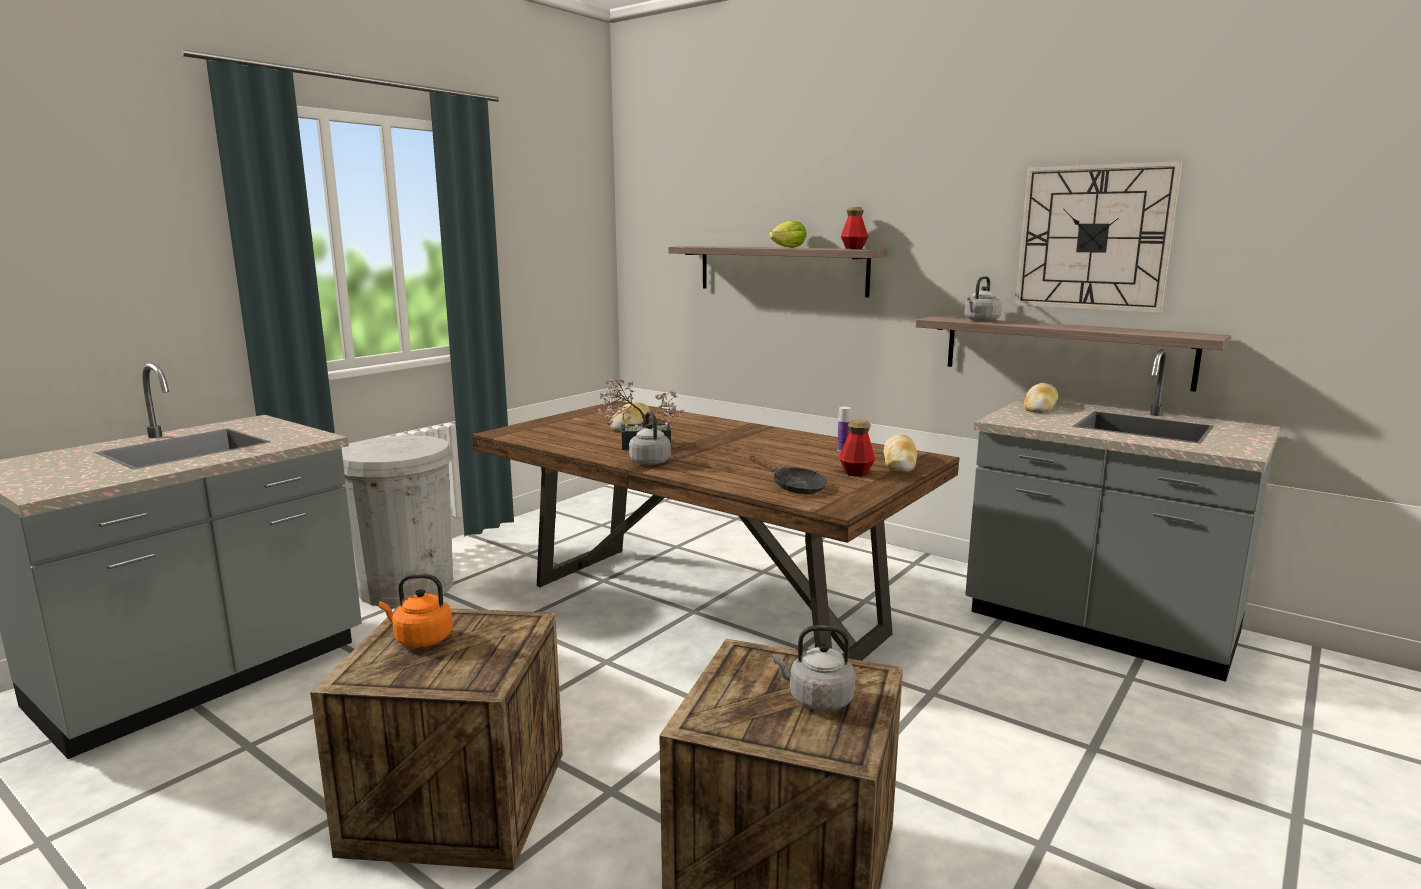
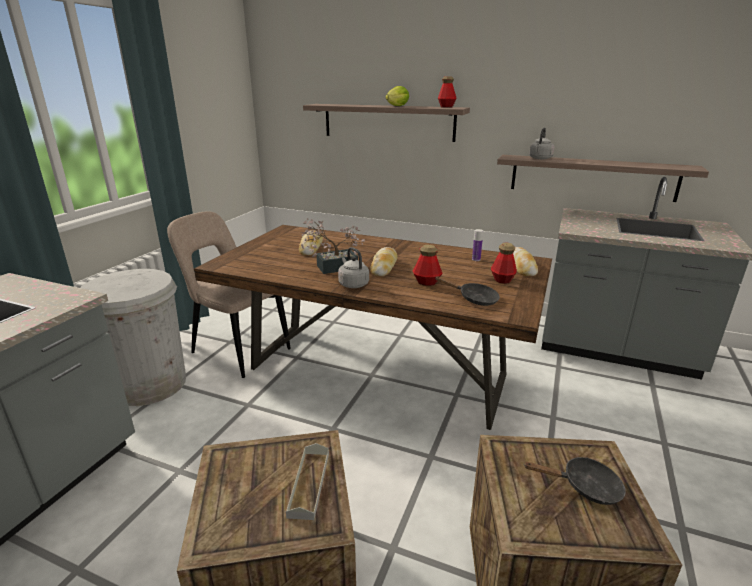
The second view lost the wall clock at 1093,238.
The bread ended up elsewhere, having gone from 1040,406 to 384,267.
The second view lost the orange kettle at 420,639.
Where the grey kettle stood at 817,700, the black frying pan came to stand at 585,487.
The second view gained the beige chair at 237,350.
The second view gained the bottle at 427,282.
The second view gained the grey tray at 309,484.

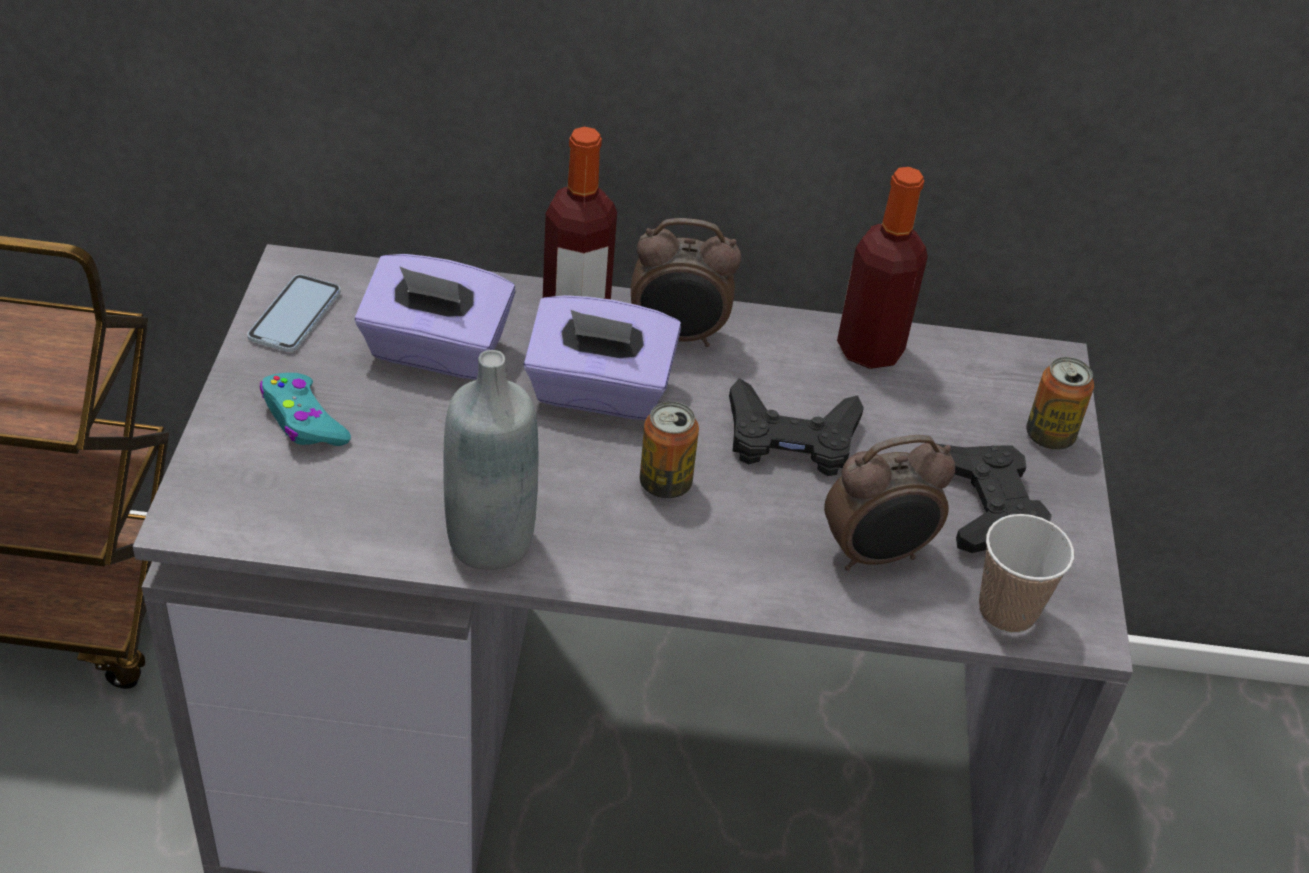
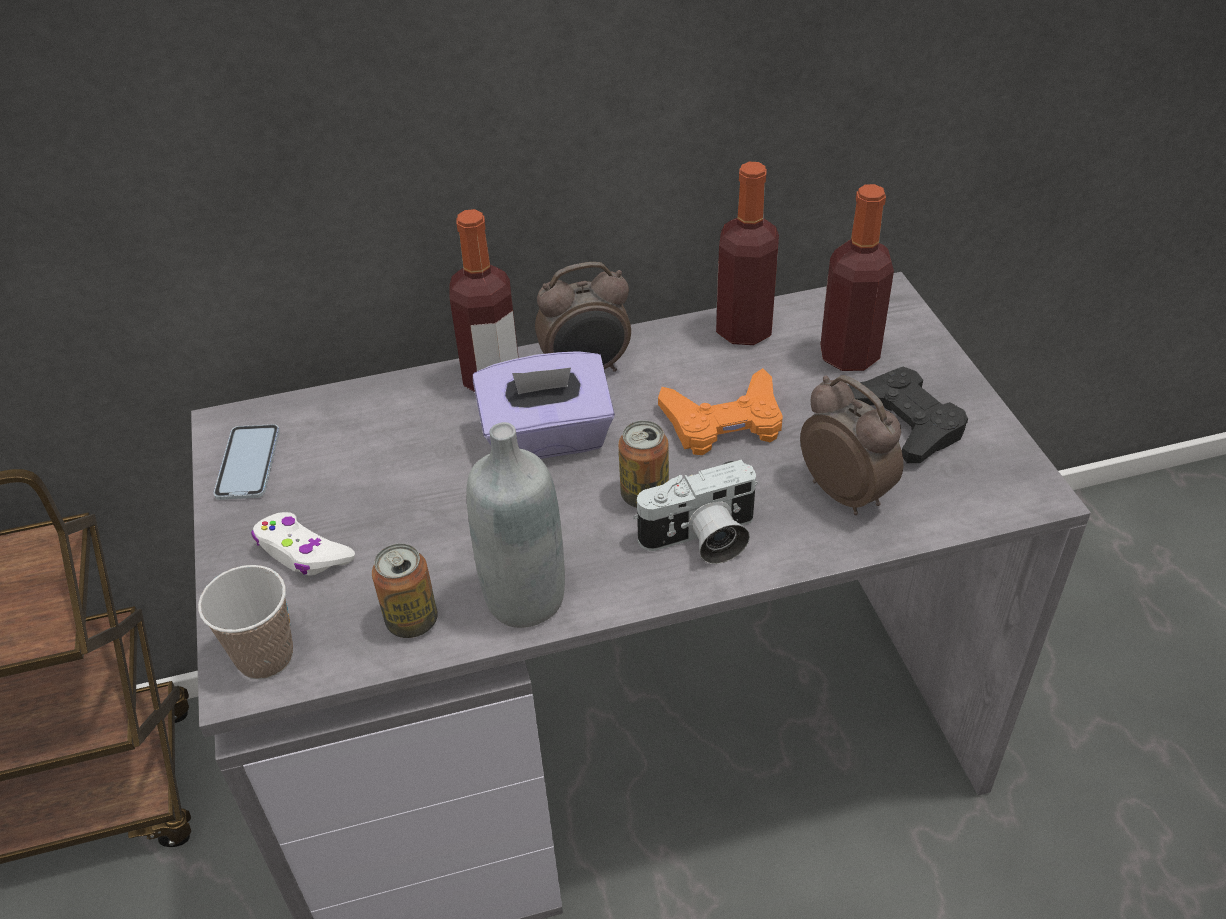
The second view lost the purple tissue box at 435,351.
The can ended up elsewhere, having gone from 1049,436 to 412,620.
What was the turquoise game controller at 303,420 turned into the white game controller at 303,553.
What was the black game controller at 791,439 turned into the orange game controller at 724,422.
The alarm clock at 877,555 ended up facing another way, 90 degrees counterclockwise from before.
The cup ended up elsewhere, having gone from 1007,611 to 265,657.
The second view gained the bottle at 849,355.
The second view gained the photo camera at 702,540.

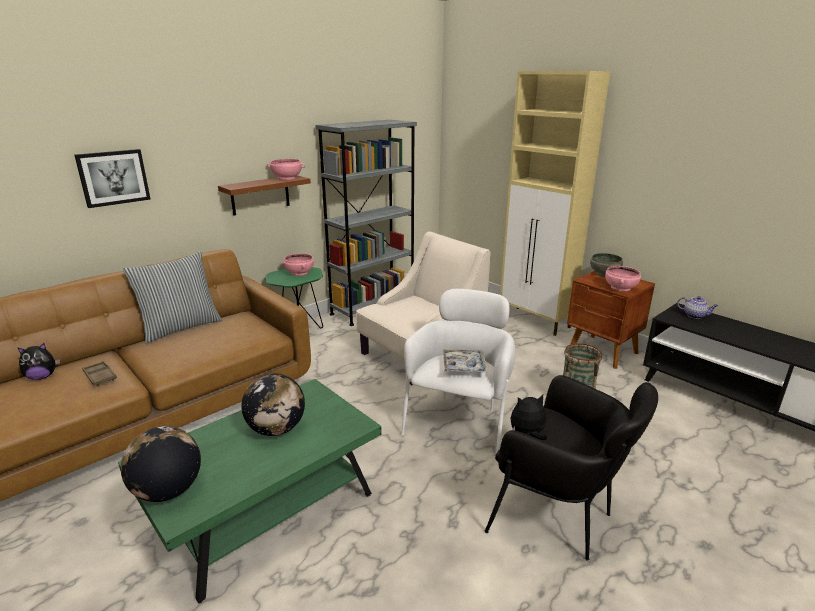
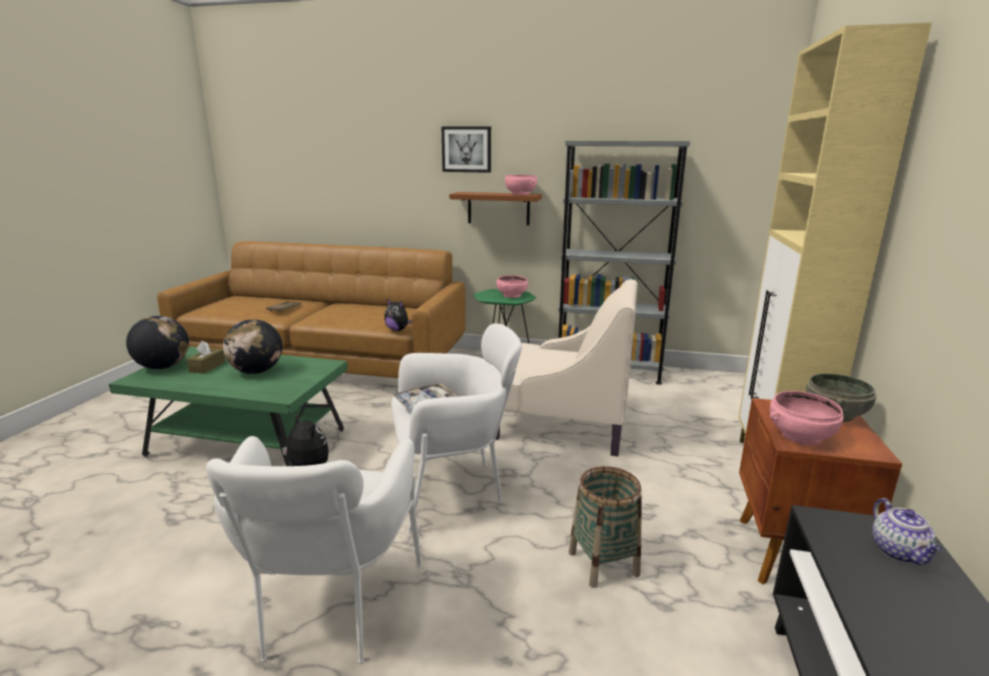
The picture ended up elsewhere, having gone from 113,177 to 466,149.
The second view lost the pillow at 180,327.
The plush toy ended up elsewhere, having gone from 42,377 to 398,330.
What was the black armchair at 558,517 turned into the white armchair at 329,613.
The second view gained the brown tissue box at 207,367.

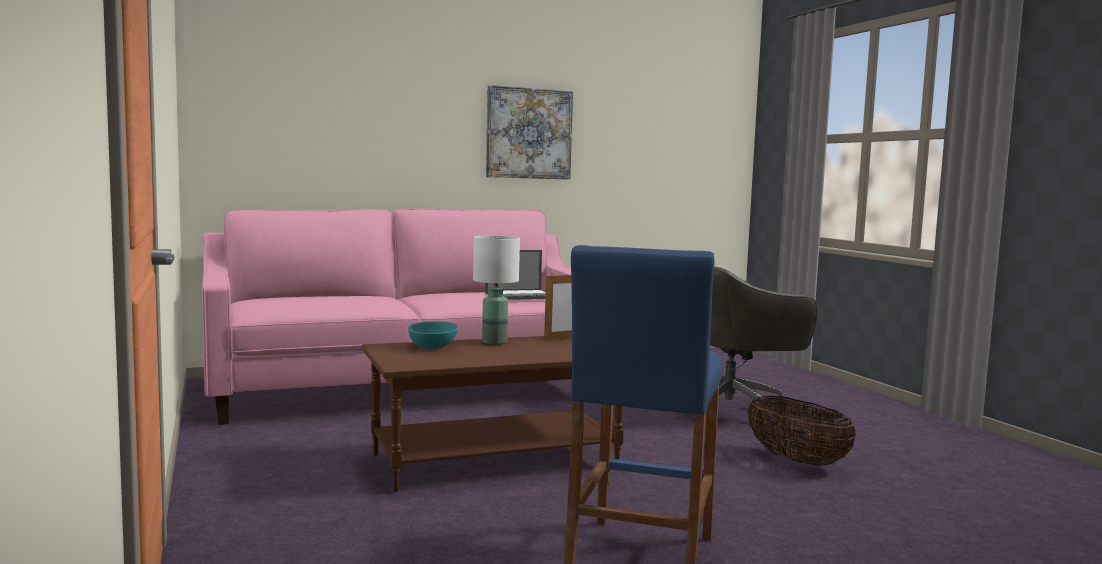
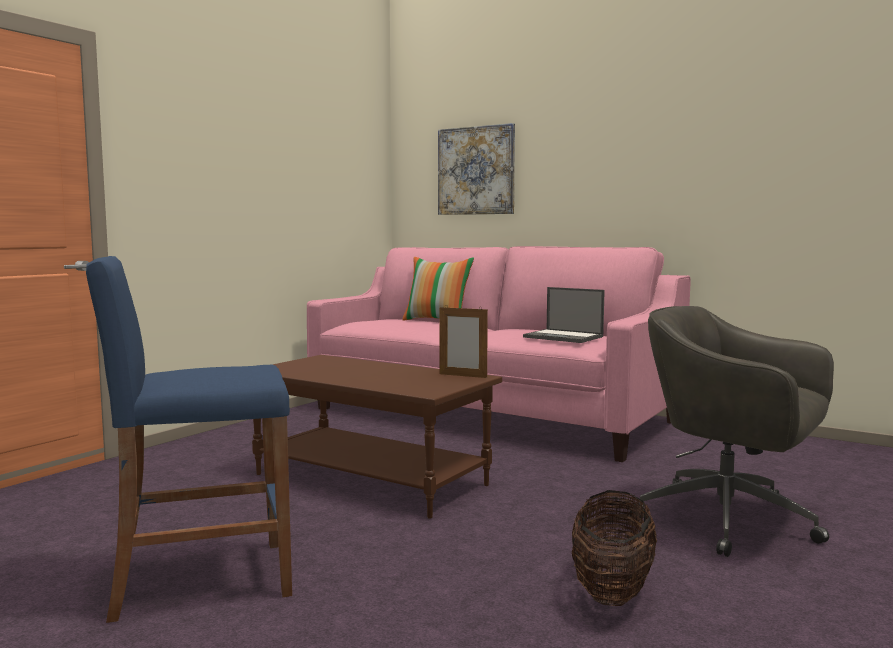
The picture ended up elsewhere, having gone from 528,133 to 476,171.
The second view lost the white table lamp at 495,342.
The second view lost the turquoise bowl at 432,347.
The second view gained the pillow at 437,321.

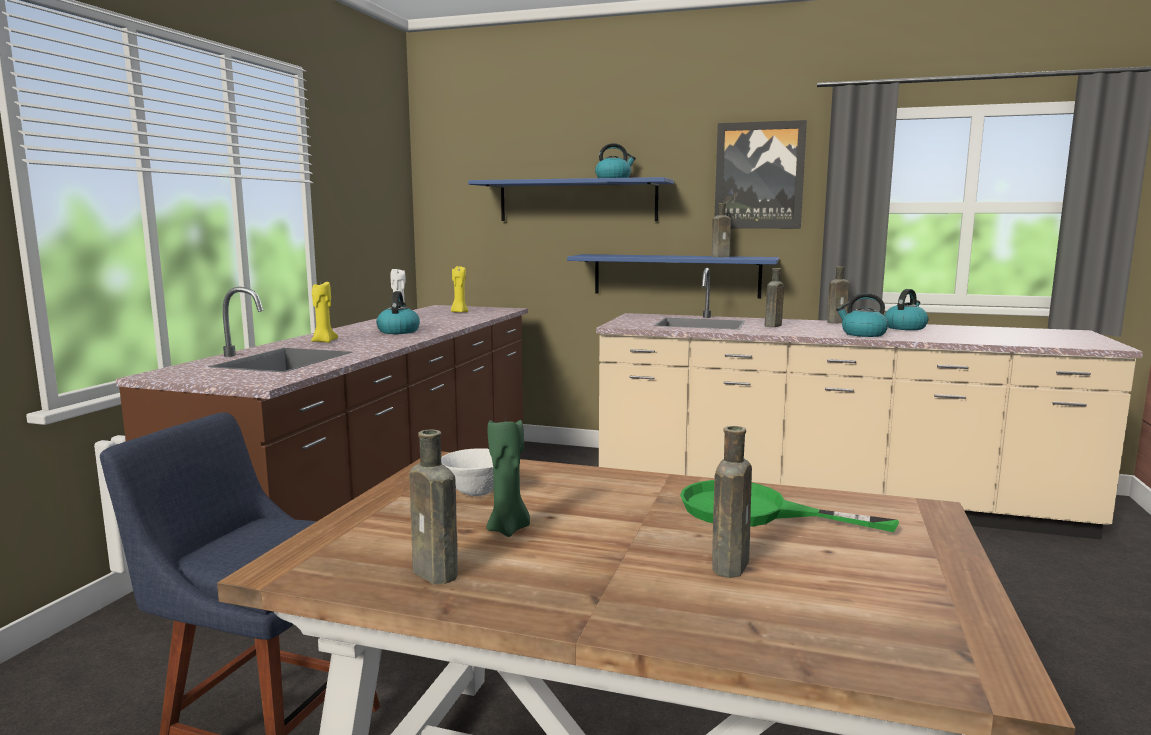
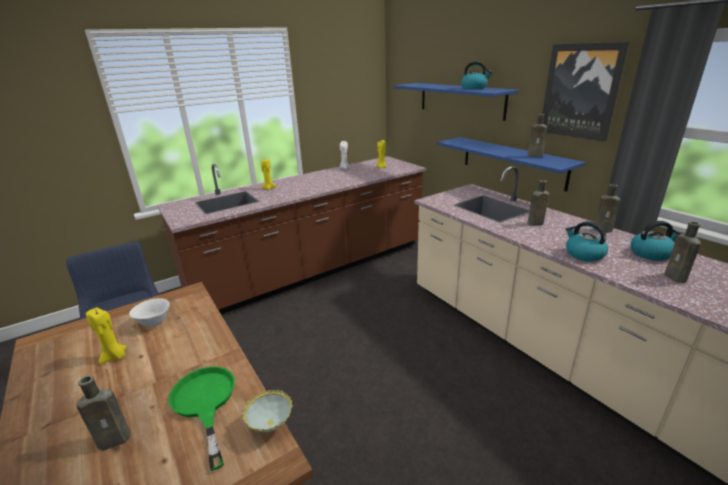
The second view lost the kettle at 398,331.
What was the green candle at 509,529 turned into the yellow candle at 115,357.
The brown bottle ended up elsewhere, having gone from 437,574 to 676,278.
The second view gained the bowl at 271,426.

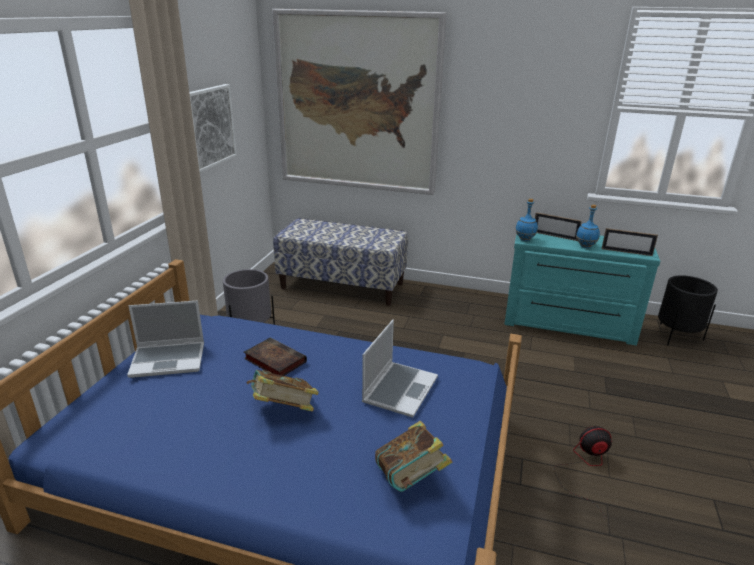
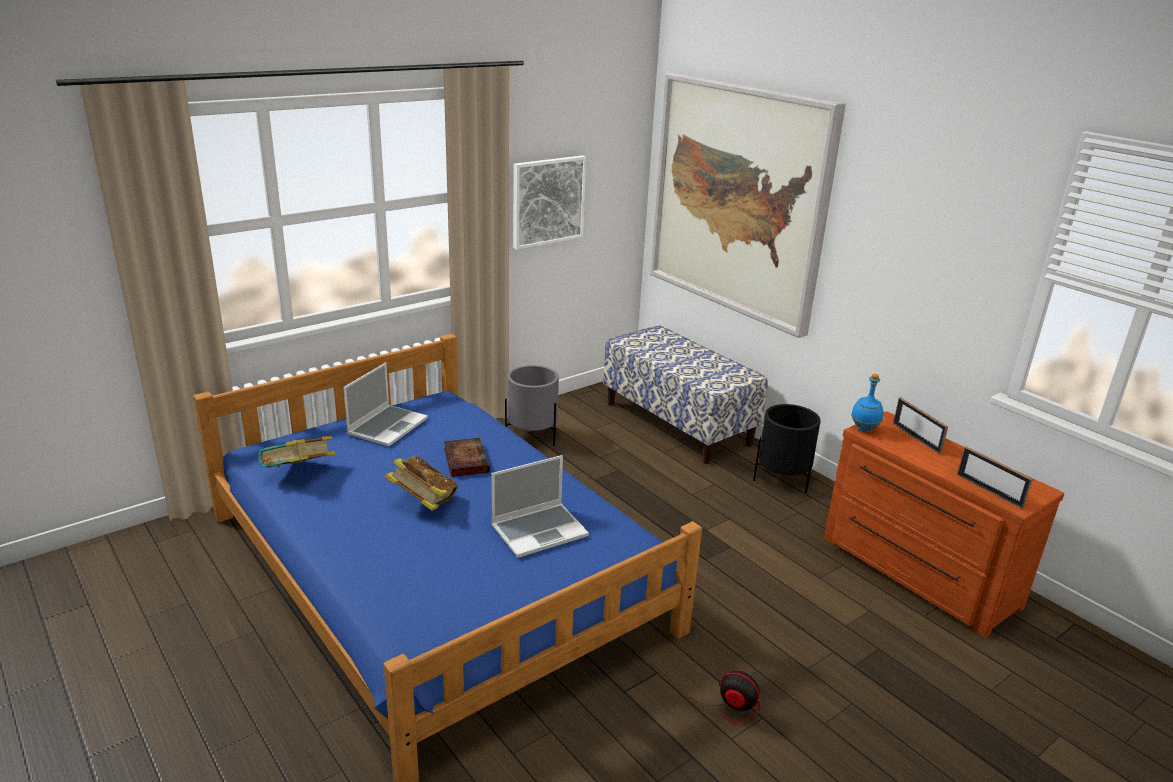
The second view lost the blue bottle at 585,246.
What was the turquoise dresser at 568,324 turned into the brown dresser at 916,573.
The black planter ended up elsewhere, having gone from 676,336 to 782,479.
The laptop at 169,360 ended up facing another way, 90 degrees counterclockwise from before.
The book ended up elsewhere, having gone from 410,479 to 299,474.

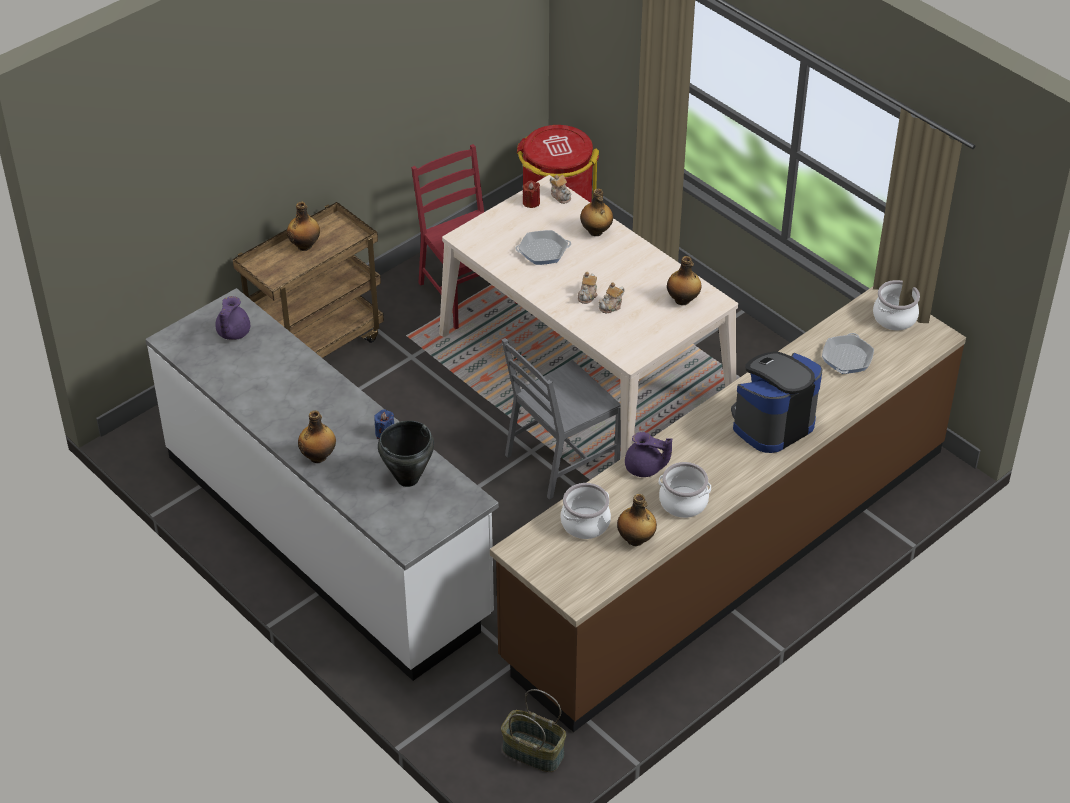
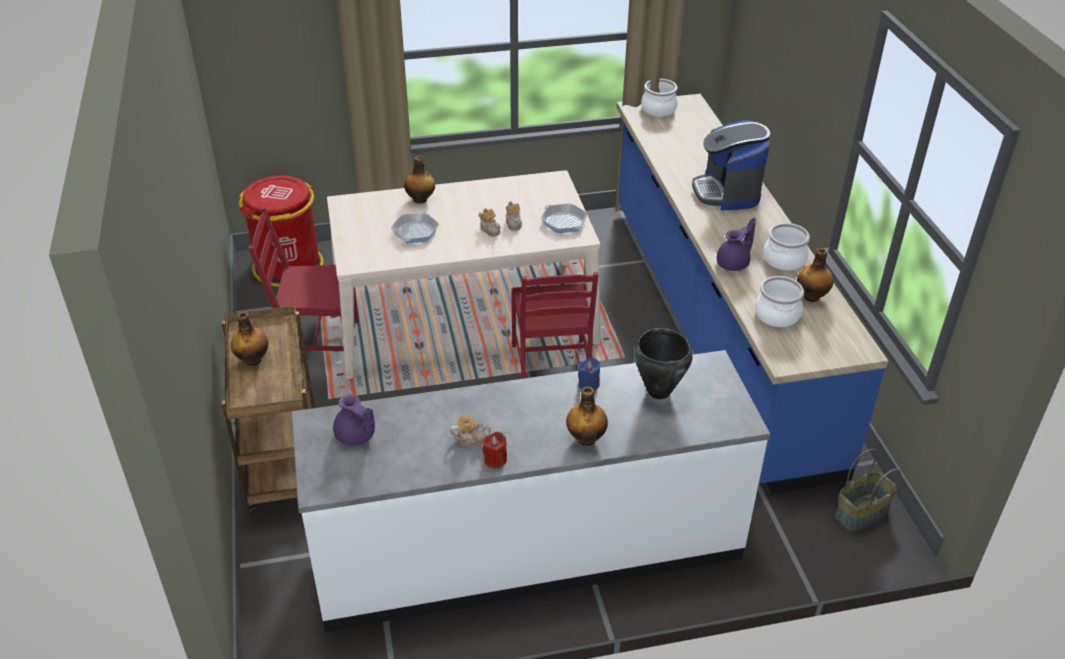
The teapot ended up elsewhere, having gone from 561,196 to 471,438.
The red candle ended up elsewhere, having gone from 531,202 to 495,460.
The second view lost the bottle at 683,300.
What was the brown counter at 728,552 turned into the blue counter at 714,326.
The frying pan ended up elsewhere, having gone from 847,358 to 564,222.
What was the grey chair at 560,459 turned into the red chair at 552,369.

